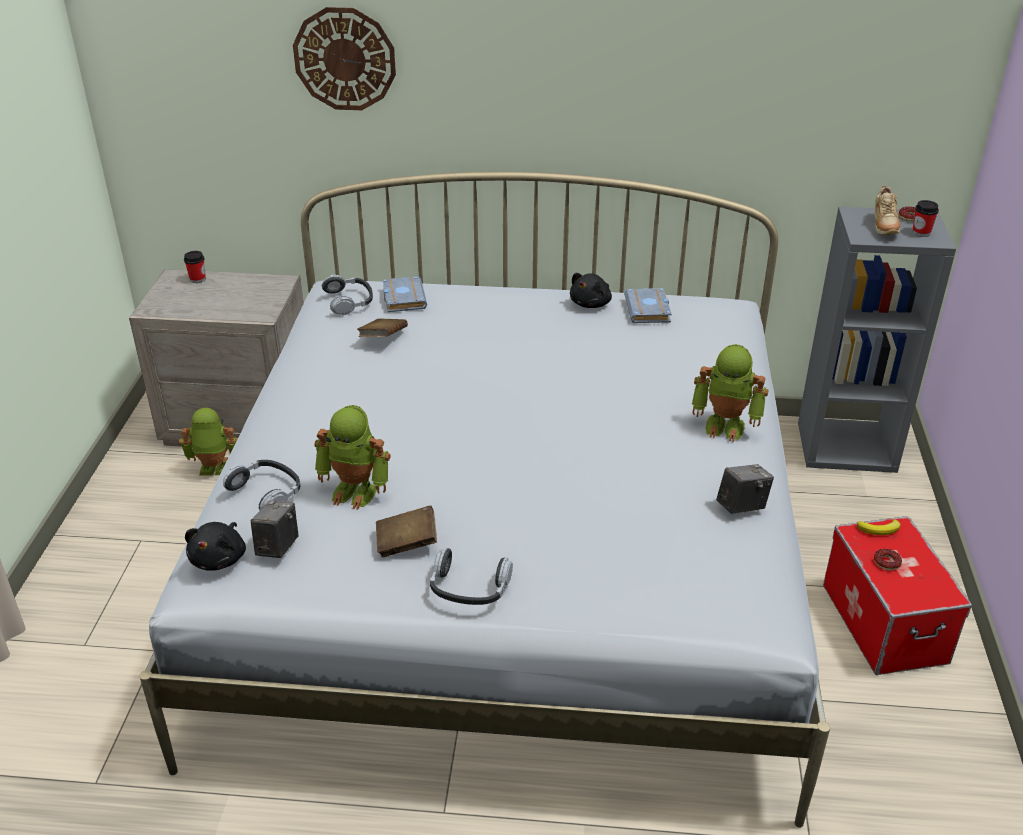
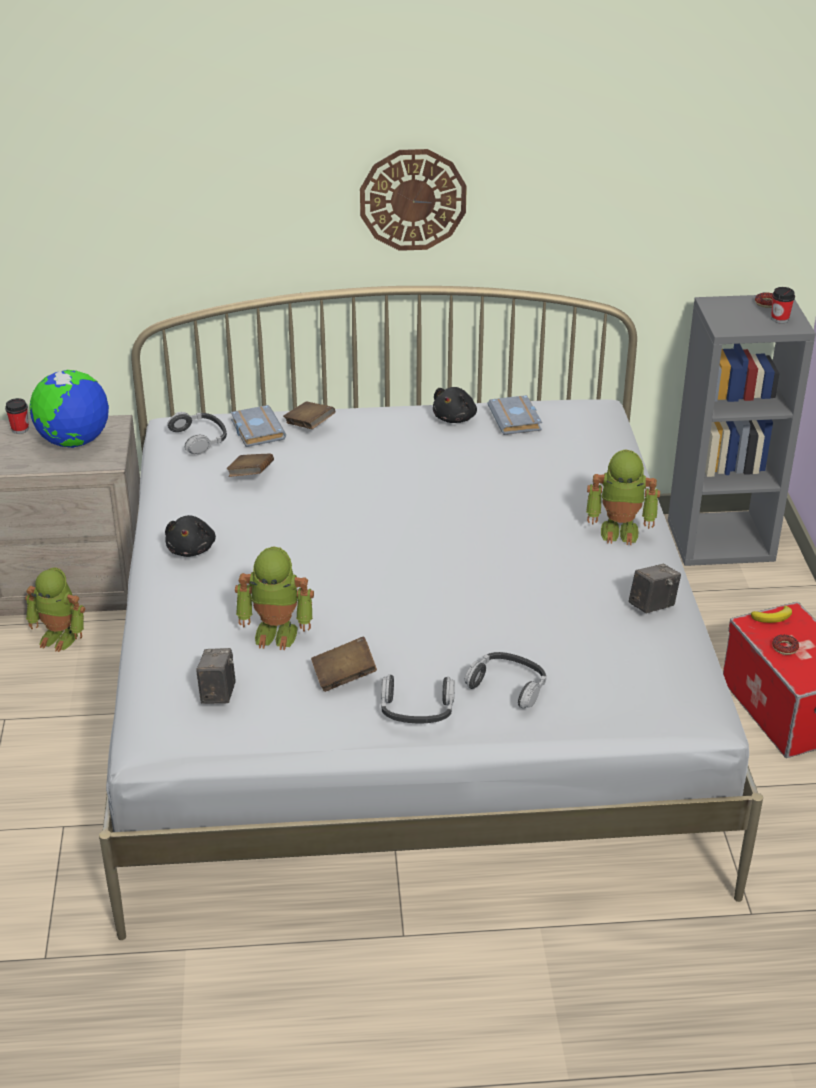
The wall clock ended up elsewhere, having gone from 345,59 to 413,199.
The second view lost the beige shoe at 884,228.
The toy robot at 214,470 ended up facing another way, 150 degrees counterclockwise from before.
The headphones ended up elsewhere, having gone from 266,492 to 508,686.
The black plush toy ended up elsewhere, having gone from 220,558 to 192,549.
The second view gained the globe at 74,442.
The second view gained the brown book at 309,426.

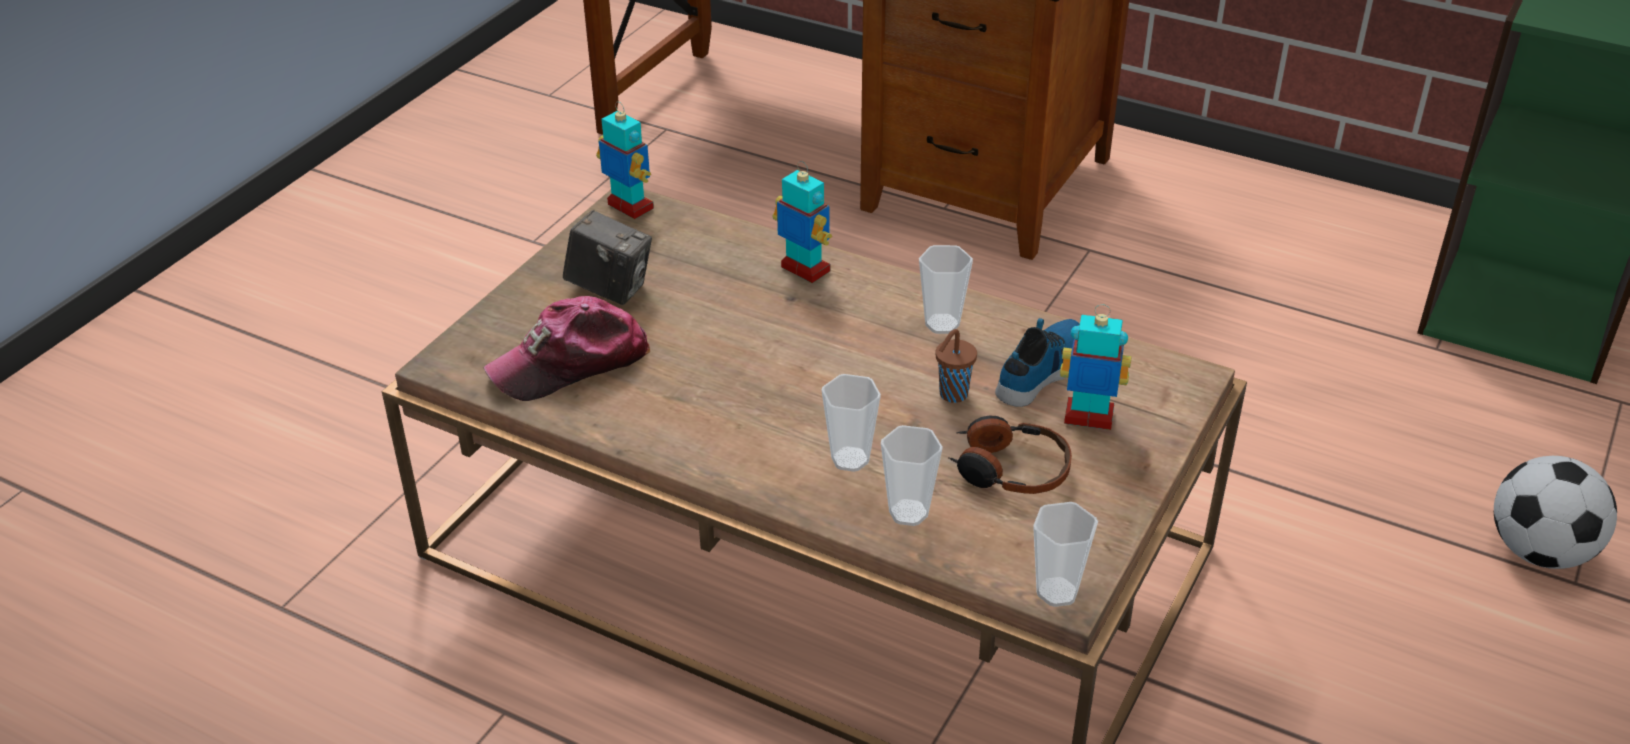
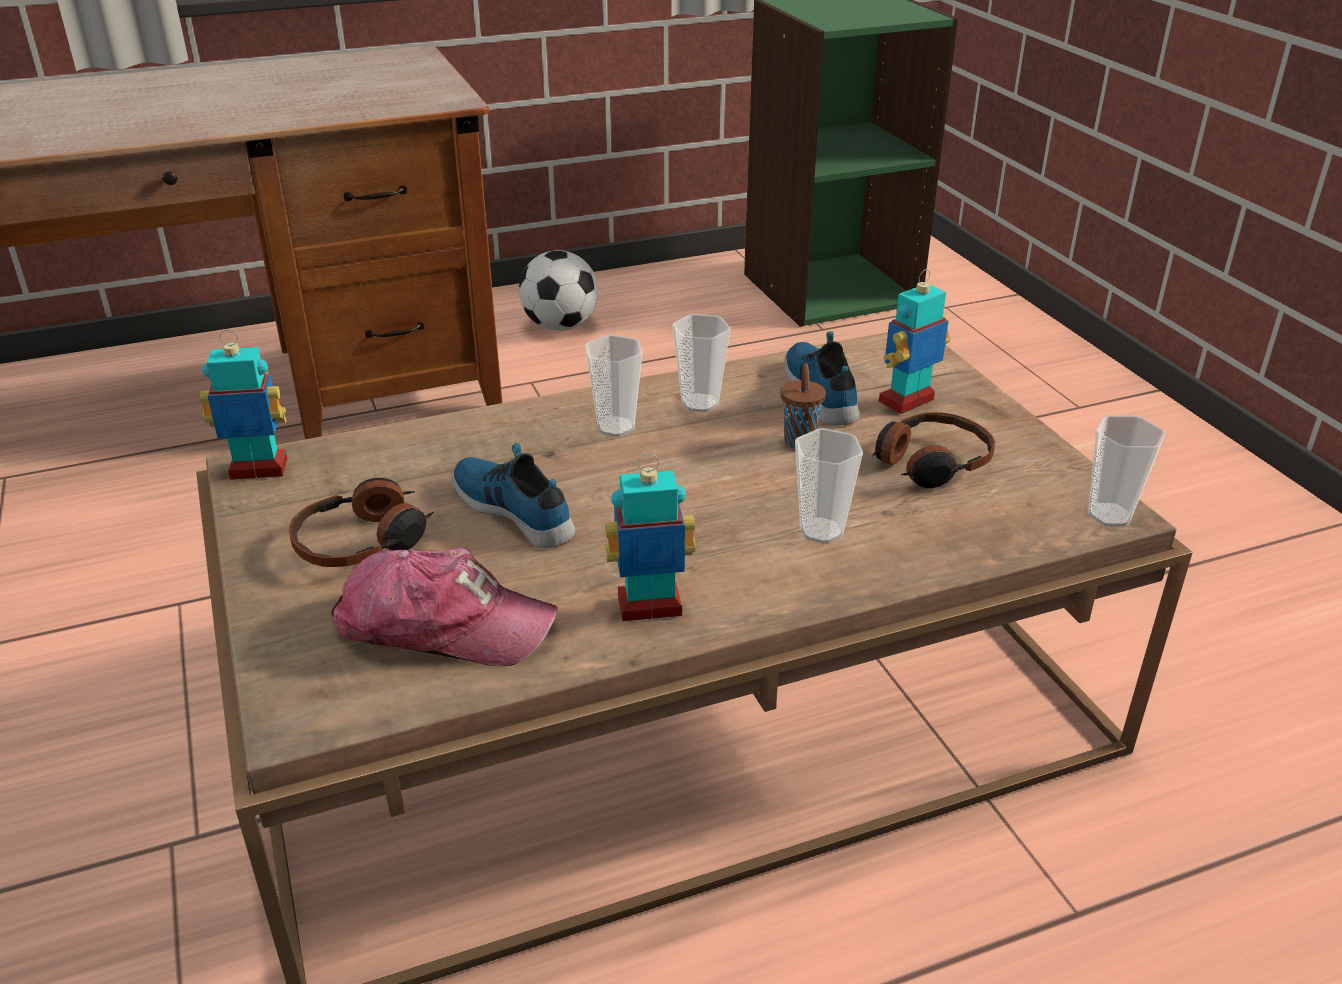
The toy robot ended up elsewhere, having gone from 804,270 to 650,607.
Where the photo camera stood at 610,288, the headphones came to stand at 364,542.
The cap at 570,363 ended up facing another way, 90 degrees counterclockwise from before.
The cup ended up elsewhere, having gone from 908,513 to 615,427.
The football ended up elsewhere, having gone from 1539,552 to 560,326.
The second view gained the shoe at 515,509.

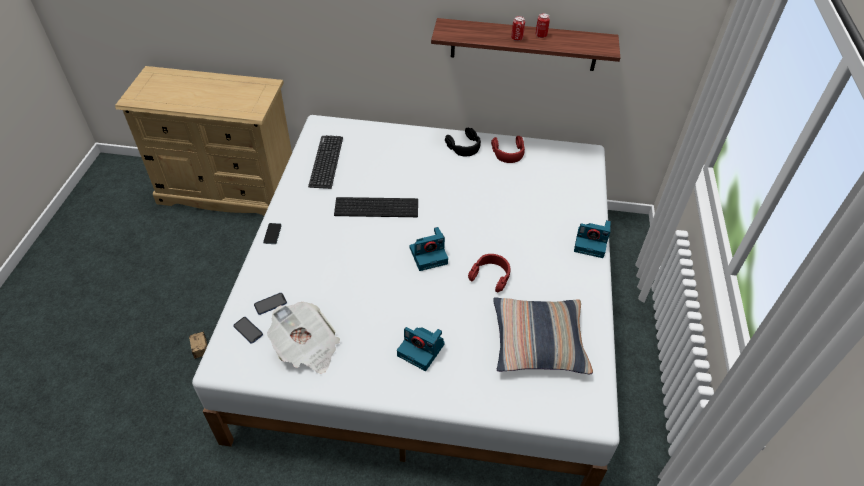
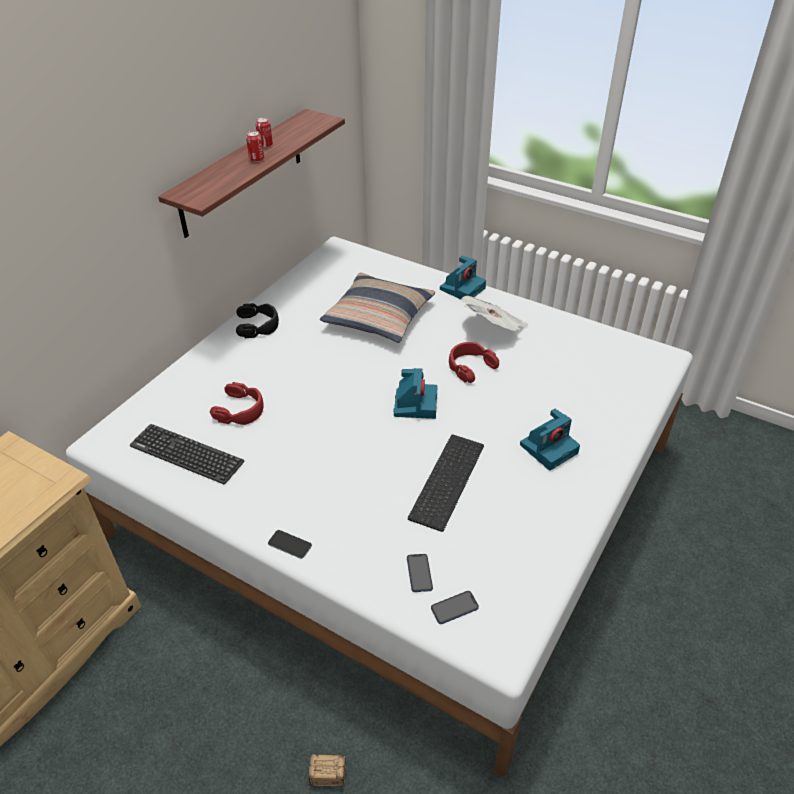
The red headphones ended up elsewhere, having gone from 508,152 to 240,410.
The keyboard ended up elsewhere, having gone from 377,206 to 445,479.
The pillow ended up elsewhere, having gone from 538,342 to 378,317.
The newspaper ended up elsewhere, having gone from 307,348 to 494,328.

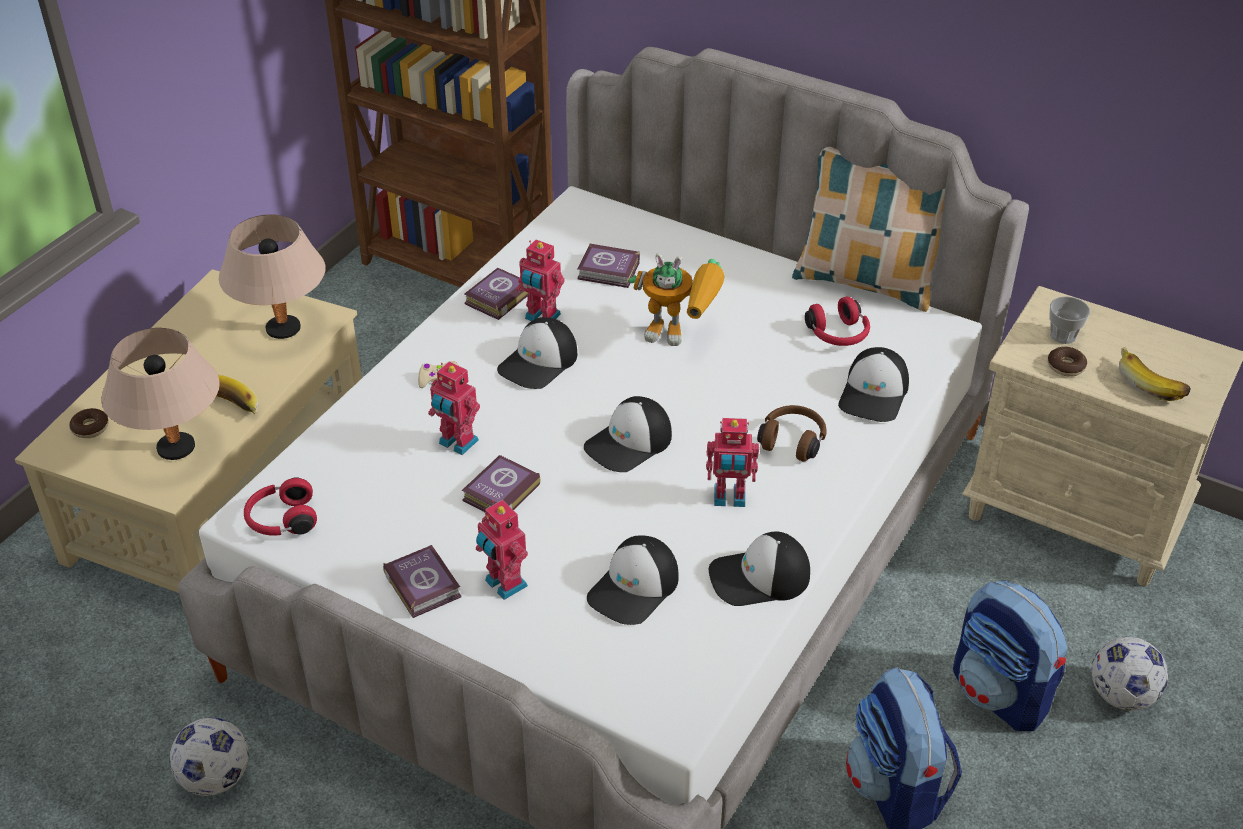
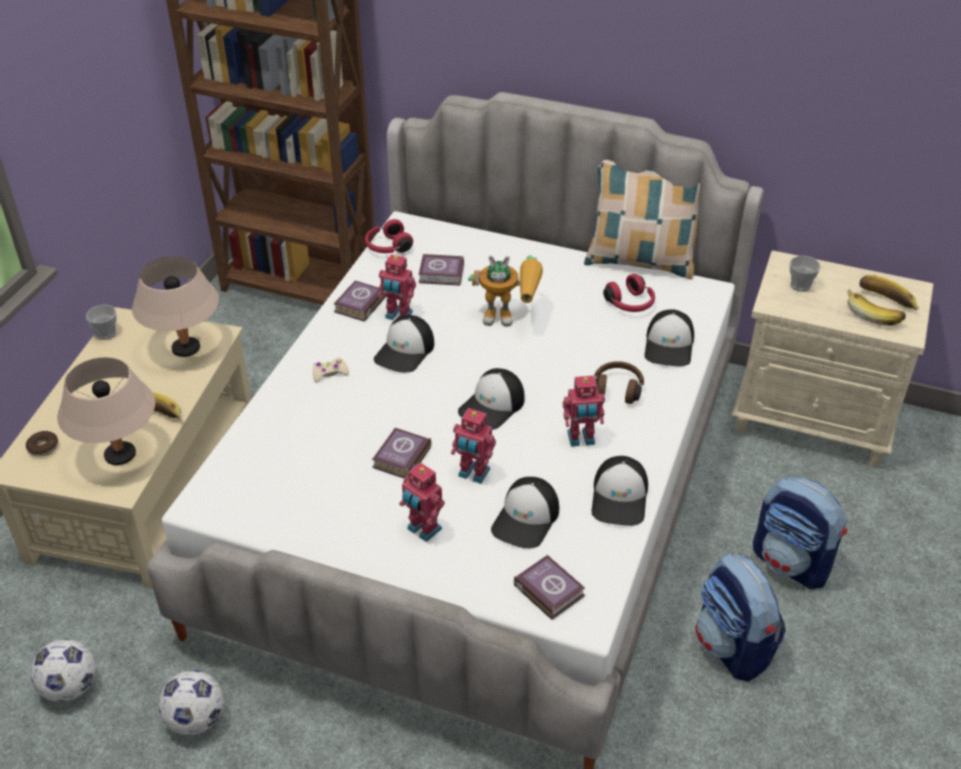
The second view lost the donut at 1065,366.
The toy robot ended up elsewhere, having gone from 457,443 to 473,474.
The red headphones ended up elsewhere, having gone from 281,520 to 387,247.
The cap at 759,578 ended up facing another way, 60 degrees counterclockwise from before.
The book ended up elsewhere, having gone from 423,584 to 548,589.
The football ended up elsewhere, having gone from 1121,695 to 70,687.
The second view gained the banana at 885,302.
The second view gained the cup at 106,333.

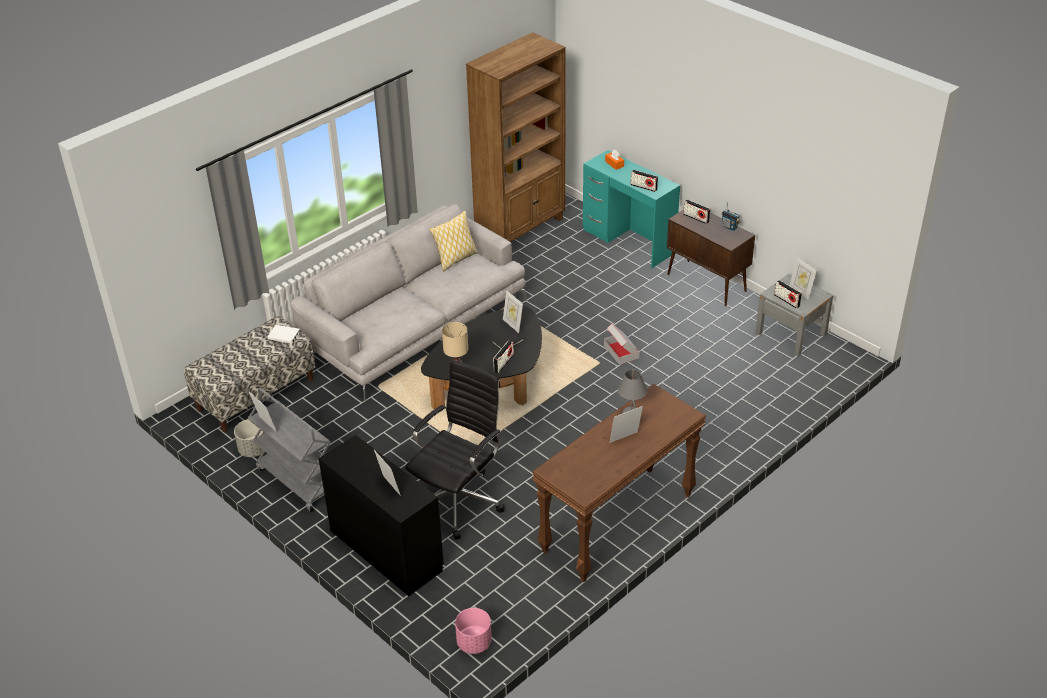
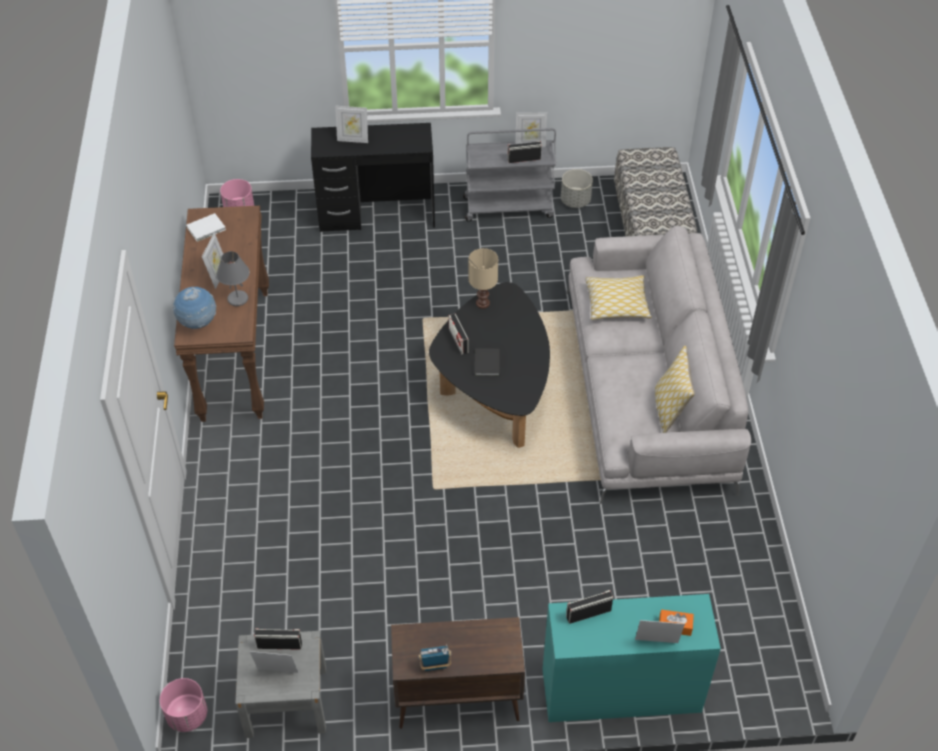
The second view lost the brown bookcase at 521,227.
The radio ended up elsewhere, having gone from 696,218 to 524,159.
The picture frame ended up elsewhere, having gone from 513,325 to 656,645.
The second view lost the cardboard box at 621,352.
The white book ended up elsewhere, having gone from 283,334 to 207,228.
The second view lost the black office chair at 458,500.
The second view gained the pillow at 617,304.
The second view gained the globe at 198,323.
The second view gained the pink planter at 187,715.

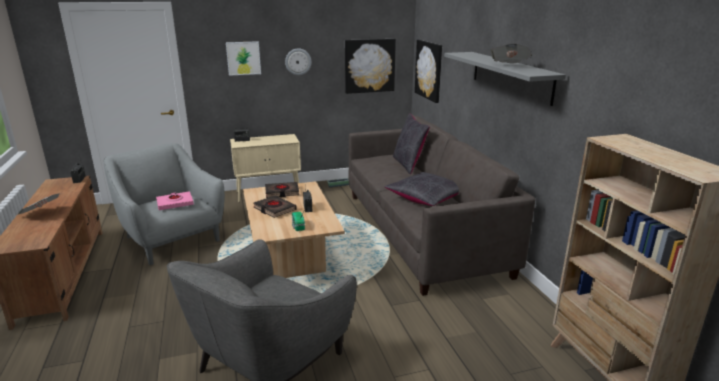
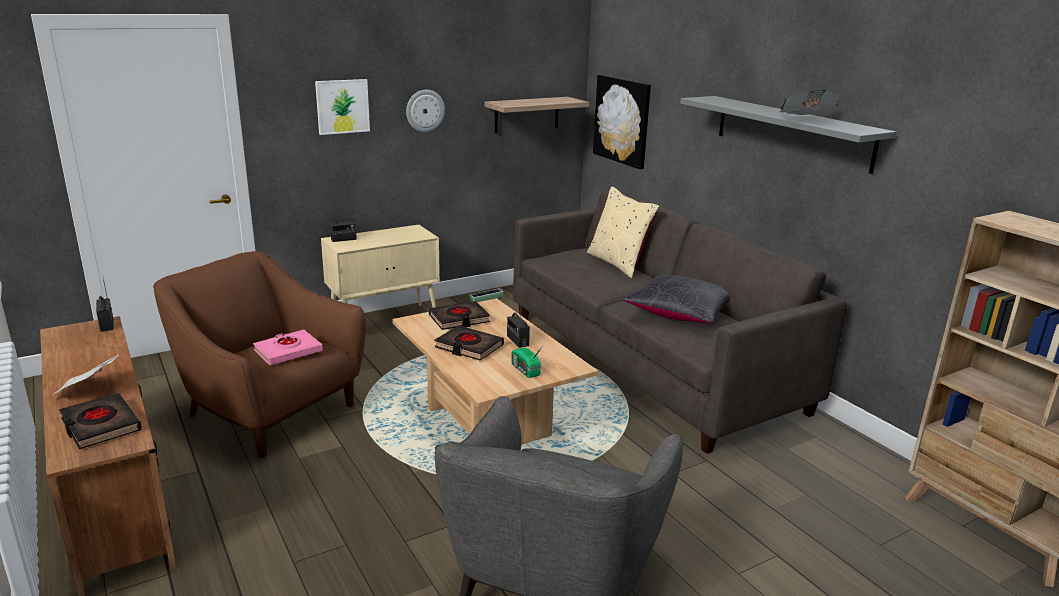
Where the picture hung at 369,66, the shelf came to hang at 526,114.
What was the black pillow at 409,165 turned into the beige pillow at 618,263.
What was the grey armchair at 171,239 turned into the brown armchair at 269,411.
The second view gained the black book at 100,425.

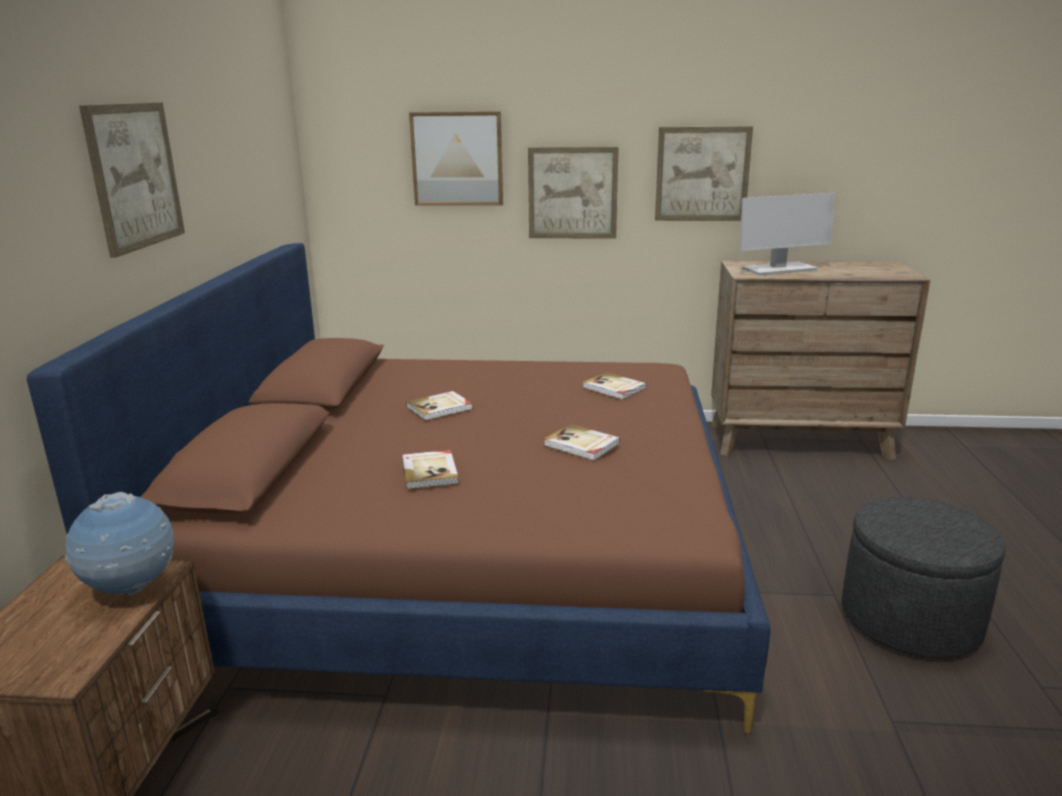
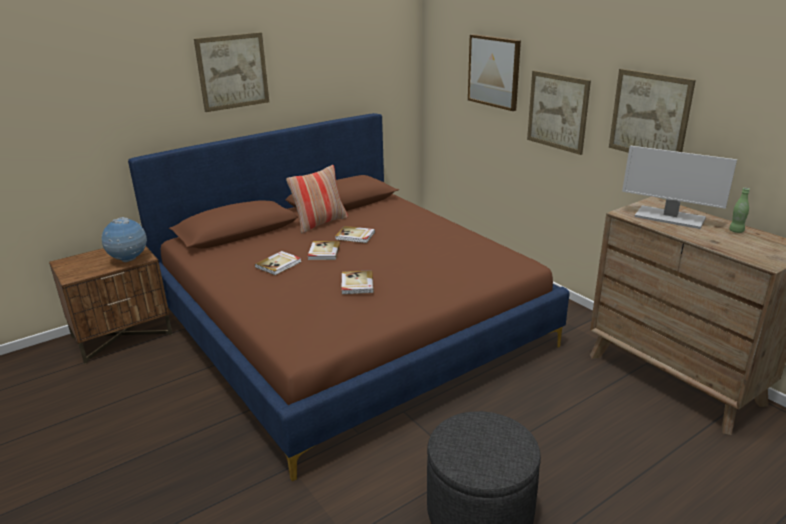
The book ended up elsewhere, having gone from 614,388 to 323,252.
The second view gained the pillow at 320,223.
The second view gained the green bottle at 736,231.

